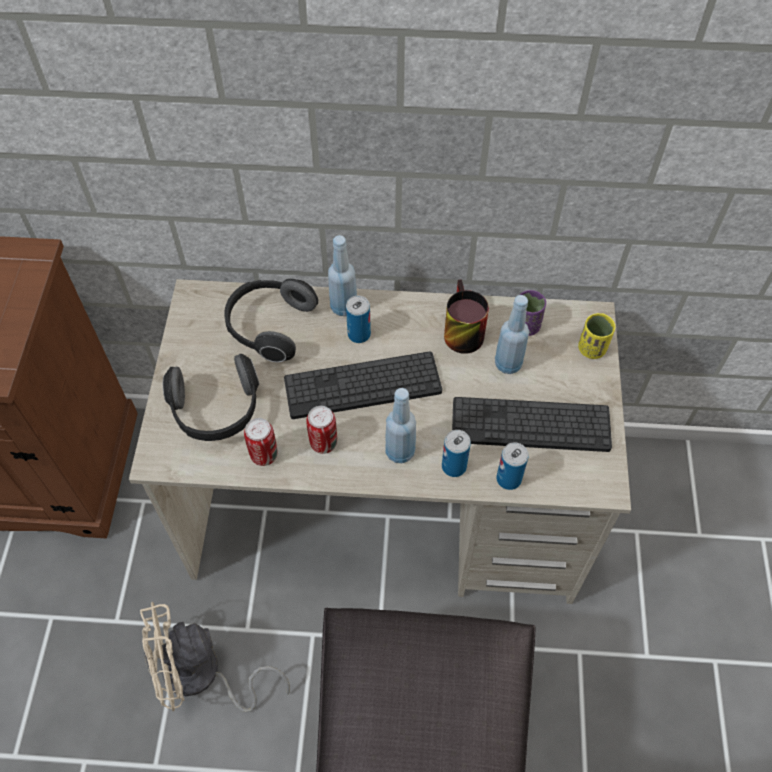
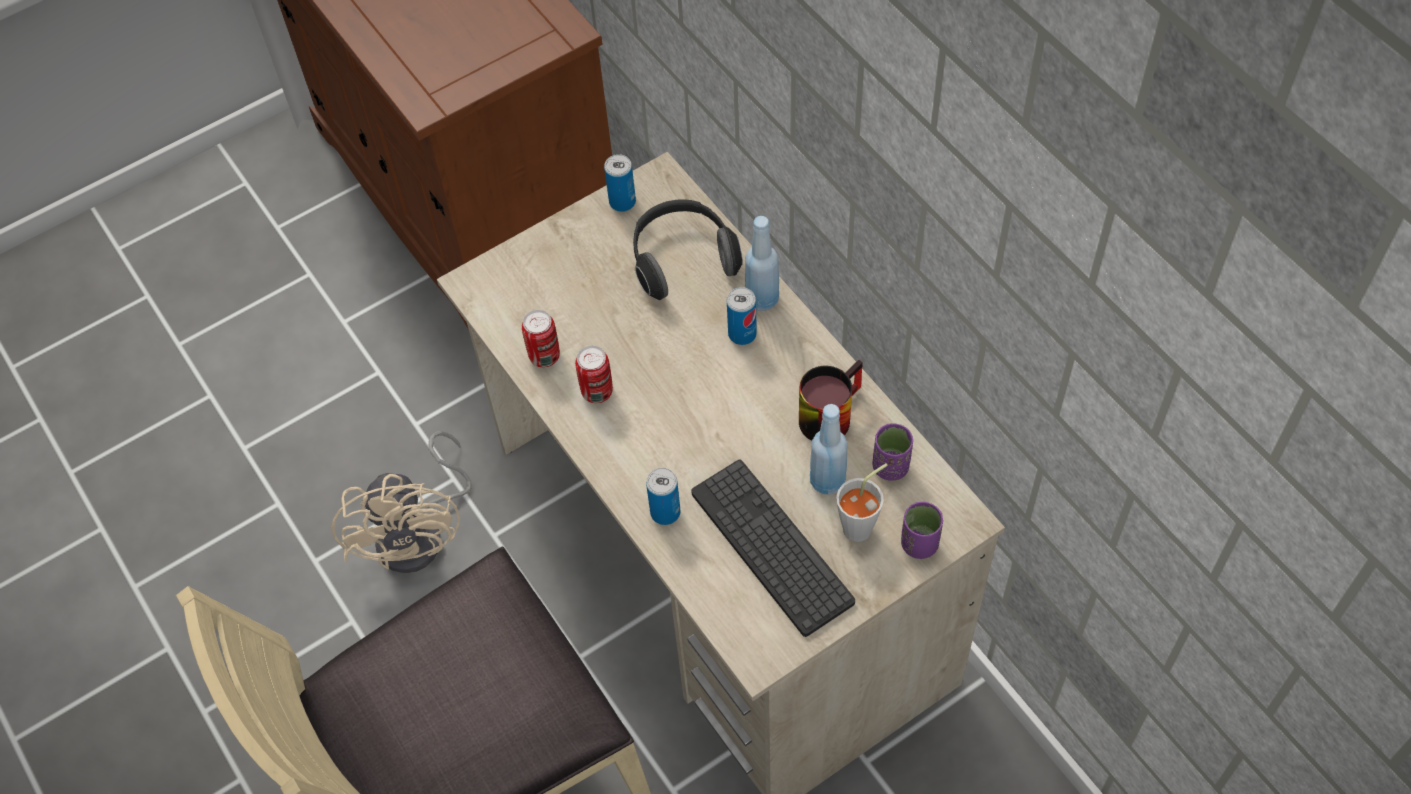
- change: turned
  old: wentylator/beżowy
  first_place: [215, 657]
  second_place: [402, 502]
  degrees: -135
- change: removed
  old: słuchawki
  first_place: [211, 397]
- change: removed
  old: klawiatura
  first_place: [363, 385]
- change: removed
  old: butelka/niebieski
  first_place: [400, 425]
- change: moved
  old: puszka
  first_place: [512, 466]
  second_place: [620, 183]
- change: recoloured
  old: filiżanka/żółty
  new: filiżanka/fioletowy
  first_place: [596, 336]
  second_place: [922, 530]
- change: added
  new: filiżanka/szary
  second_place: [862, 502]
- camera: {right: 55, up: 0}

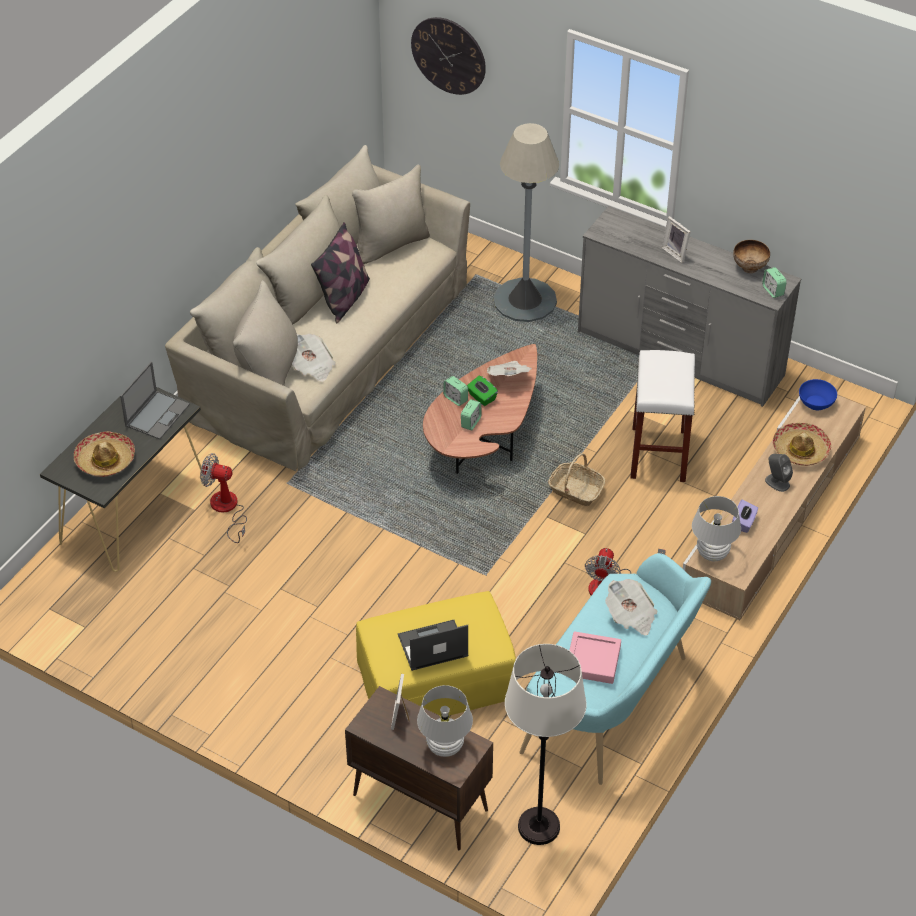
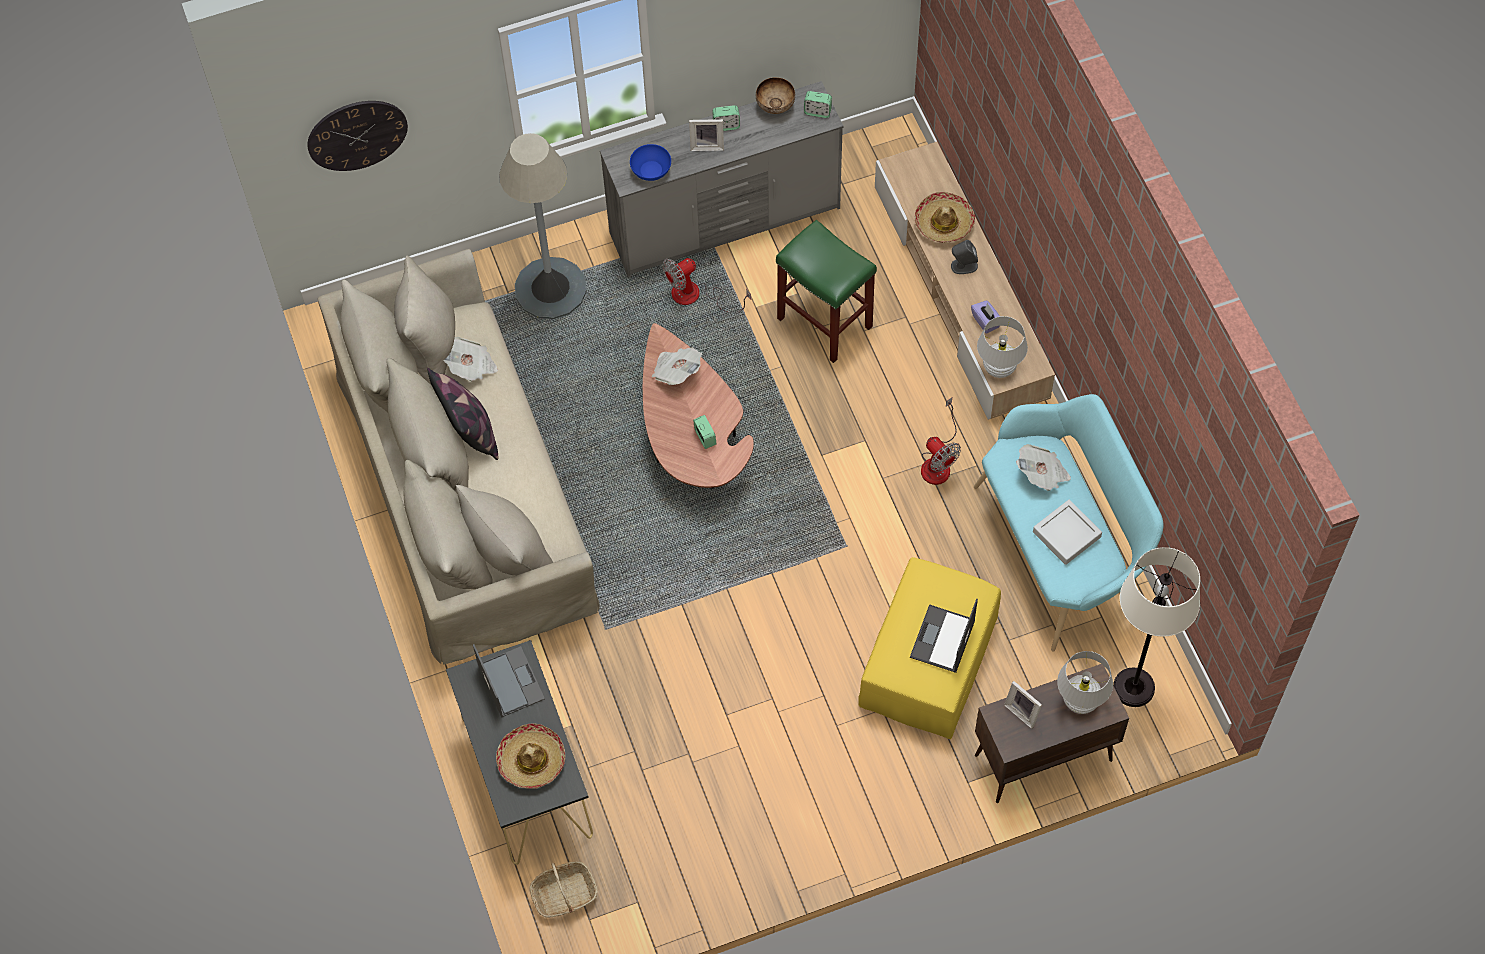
- change: moved
  old: wentylator
  first_place: [223, 498]
  second_place: [706, 285]
- change: moved
  old: gazeta
  first_place: [314, 358]
  second_place: [470, 358]
- change: moved
  old: budzik
  first_place: [455, 391]
  second_place: [726, 118]
- change: removed
  old: pudełko chusteczek/zielony
  first_place: [482, 391]
- change: moved
  old: koszyk
  first_place: [576, 479]
  second_place: [563, 889]
- change: recoloured
  old: taca/różowy
  new: taca/szary
  first_place: [595, 657]
  second_place: [1067, 532]
- change: recoloured
  old: stołek/biały
  new: stołek/zielony
  first_place: [662, 416]
  second_place: [826, 291]
- change: moved
  old: miska/niebieski
  first_place: [818, 394]
  second_place: [650, 162]
- camera: {right: -50, up: 15}

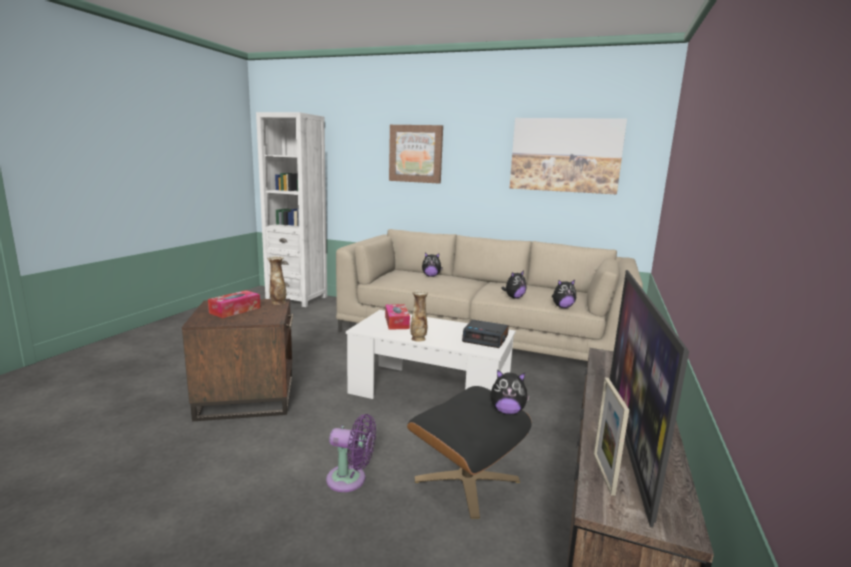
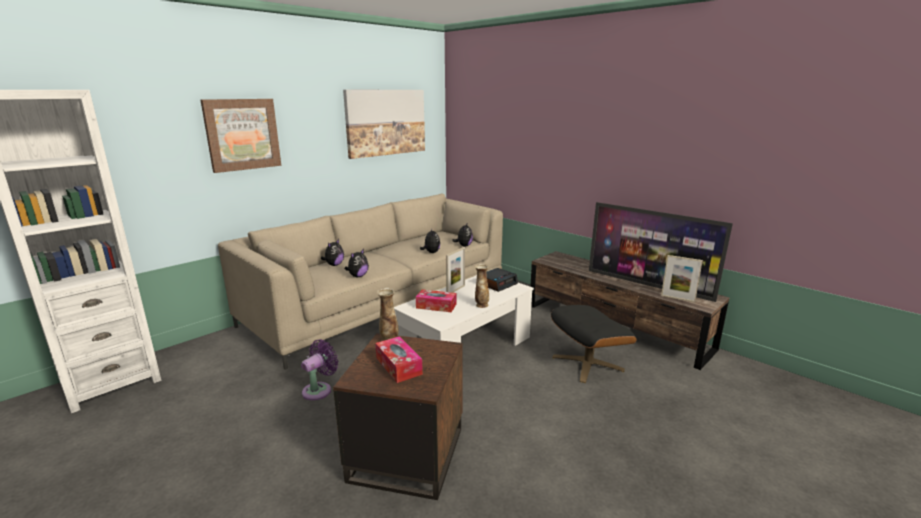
- change: moved
  old: wentylator/fioletowy
  first_place: [351, 453]
  second_place: [319, 370]
- change: moved
  old: pluszak
  first_place: [510, 392]
  second_place: [357, 263]
- change: added
  new: ramka na zdjęcie
  second_place: [455, 270]
- camera: {right: -65, up: 5}

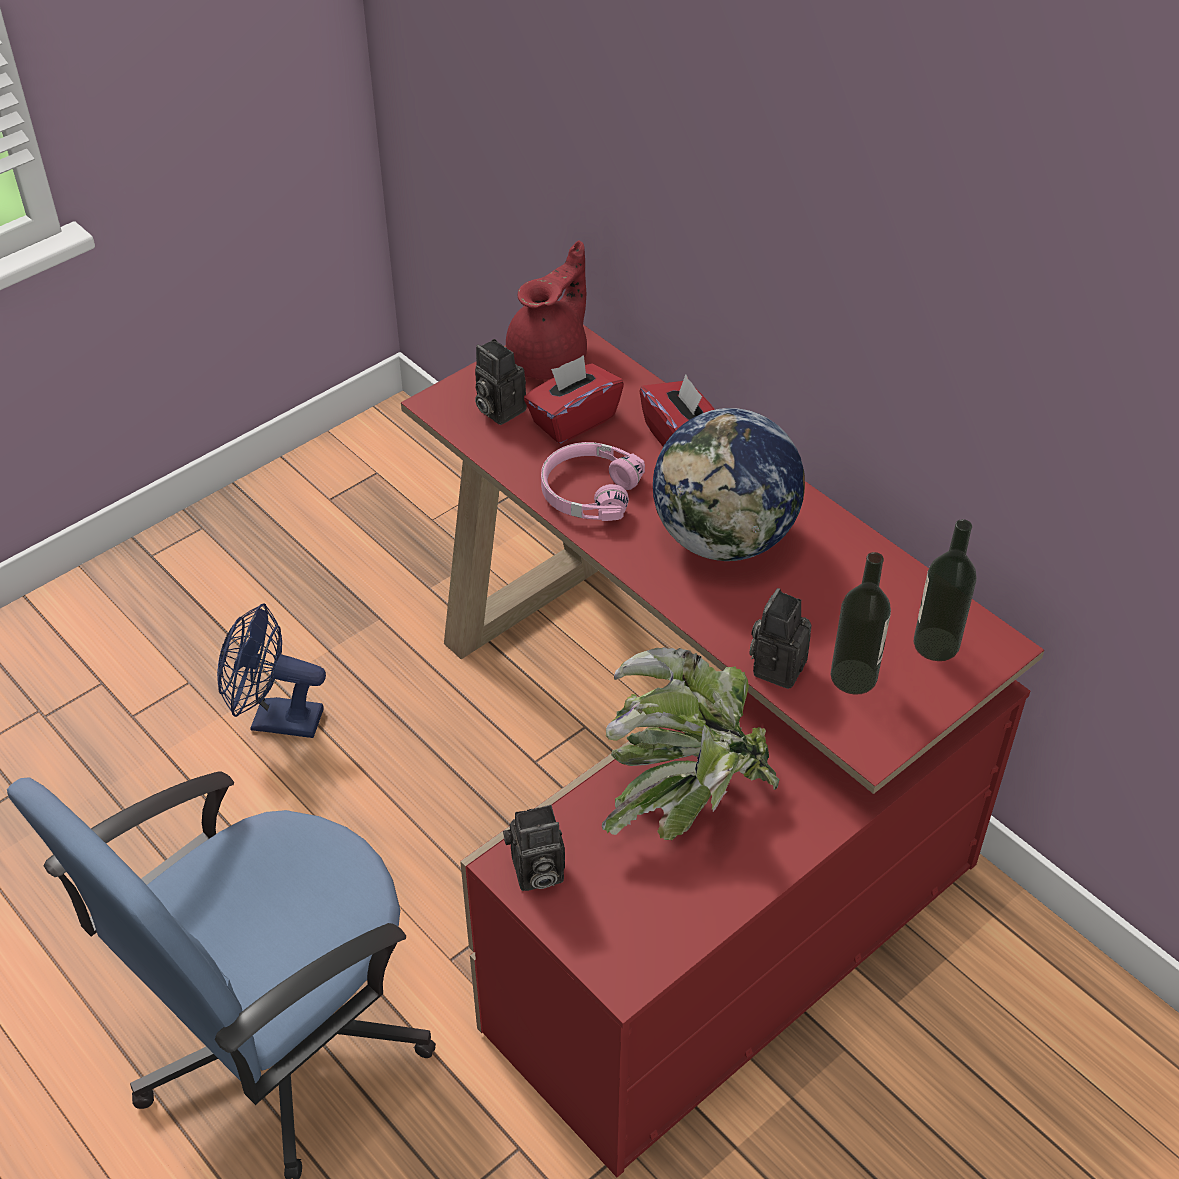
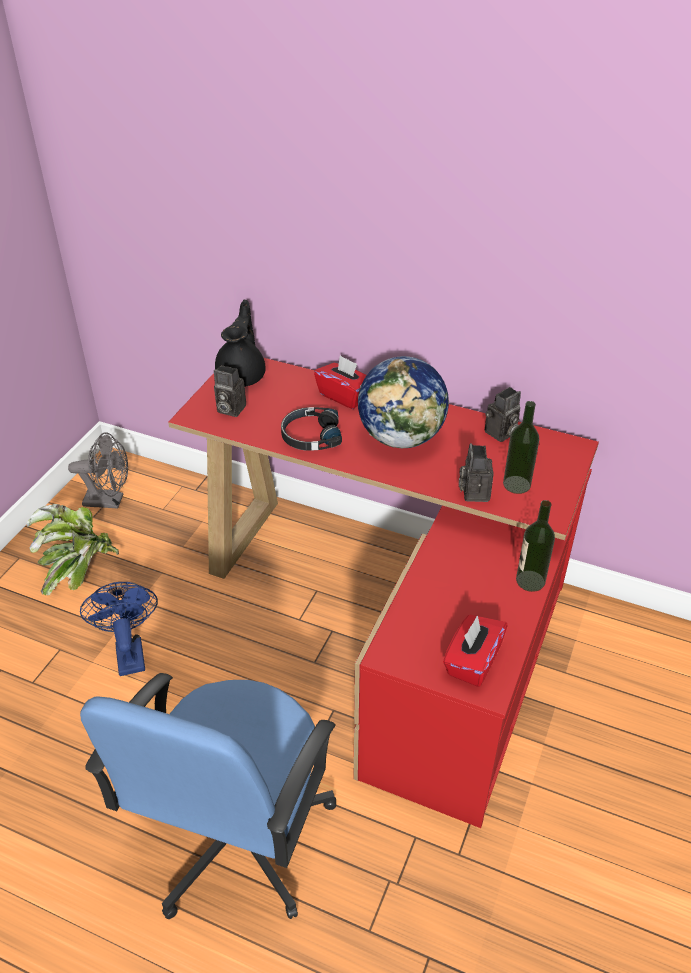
- change: turned
  old: wentylator/niebieski
  first_place: [271, 671]
  second_place: [119, 629]
  degrees: 90
- change: moved
  old: aparat fotograficzny
  first_place: [534, 848]
  second_place: [503, 414]
- change: recoloured
  old: imbryk/czerwony
  new: imbryk/czarny
  first_place: [546, 309]
  second_place: [240, 343]
- change: moved
  old: pudełko chusteczek/czerwony
  first_place: [574, 399]
  second_place: [475, 651]
- change: recoloured
  old: słuchawki/różowy
  new: słuchawki/czarny
  first_place: [593, 481]
  second_place: [311, 429]
- change: moved
  old: roślina doniczkowa
  first_place: [691, 743]
  second_place: [73, 549]
- change: moved
  old: butelka
  first_place: [945, 590]
  second_place: [535, 546]
- change: added
  new: wentylator/szary
  second_place: [98, 470]
- camera: {right: -25, up: -5}

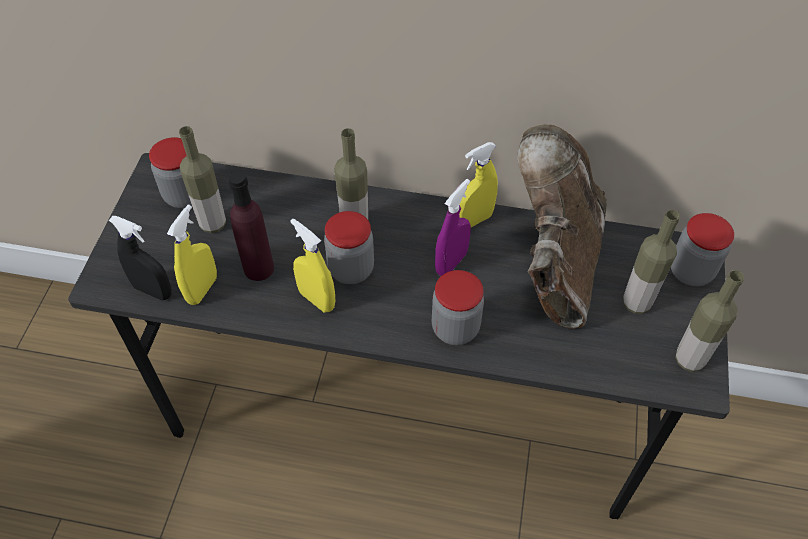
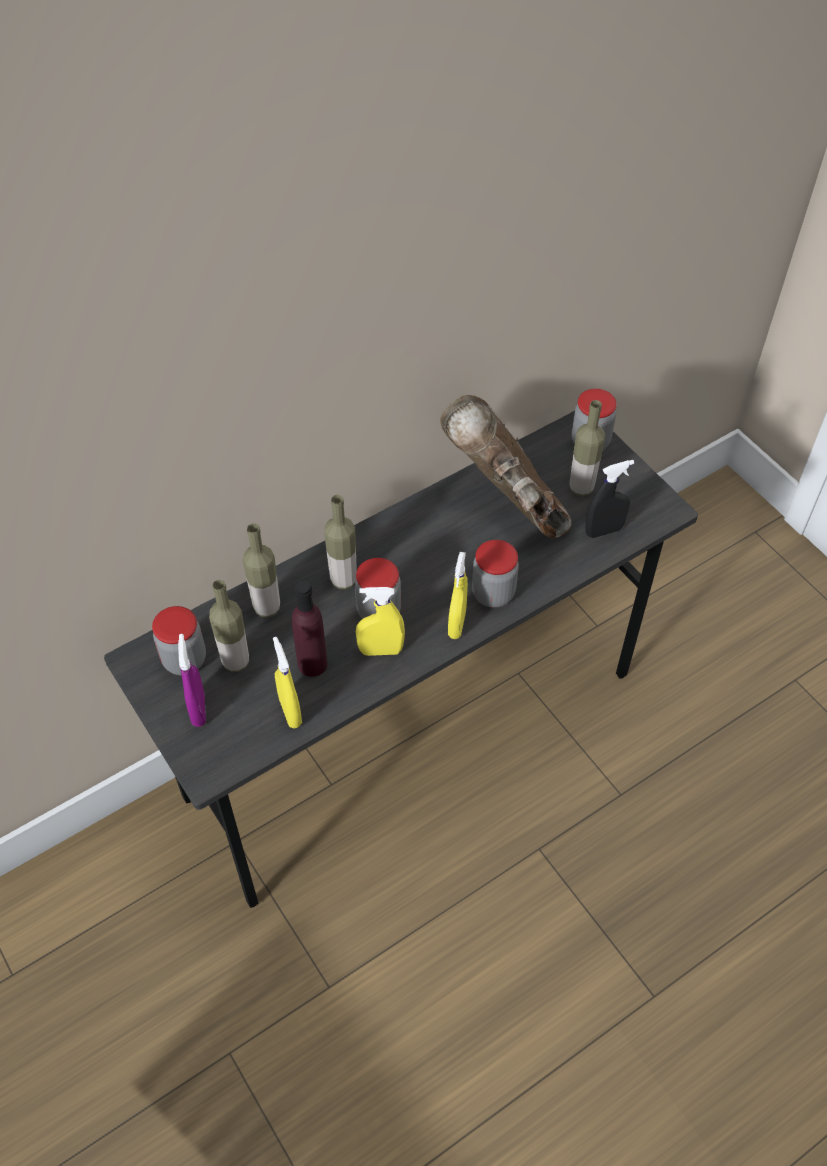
- change: moved
  old: spryskiwacz/czarny
  first_place: [140, 258]
  second_place: [609, 499]
- change: moved
  old: spryskiwacz/fioletowy
  first_place: [453, 227]
  second_place: [192, 680]
- change: moved
  old: spryskiwacz/żółty
  first_place: [478, 184]
  second_place: [458, 595]
- change: moved
  old: butelka
  first_place: [710, 321]
  second_place: [261, 570]
- camera: {right: -45, up: 0}

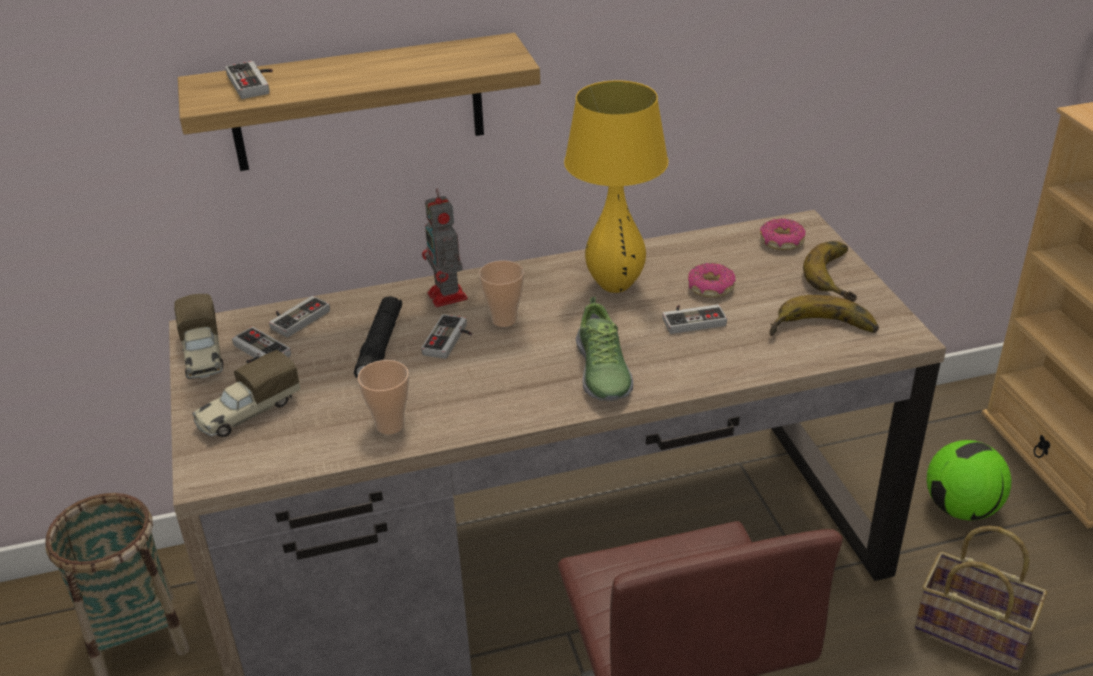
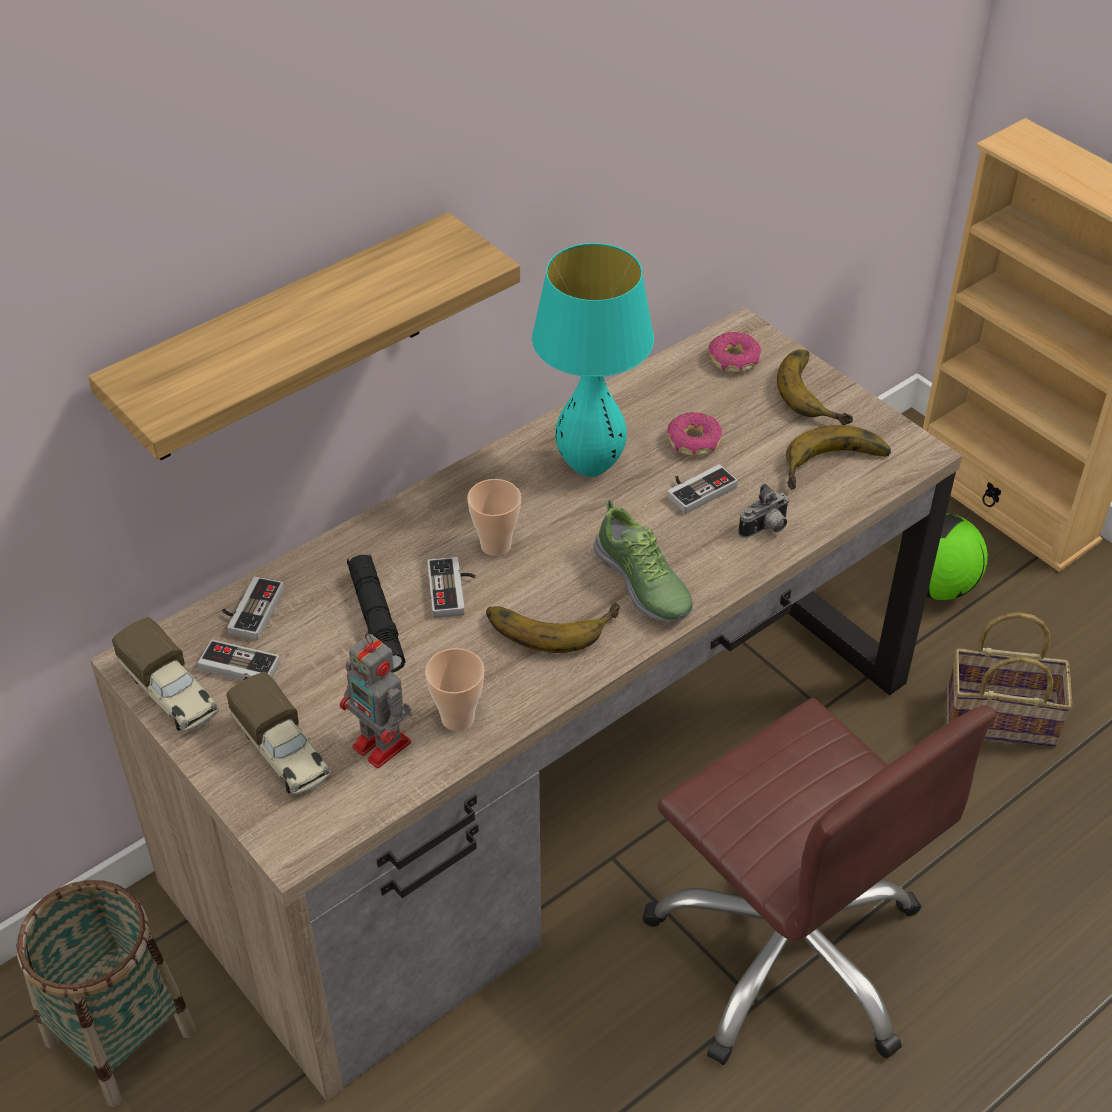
- change: turned
  old: ciężarówka zabawkowa
  first_place: [246, 393]
  second_place: [278, 733]
  degrees: -60
- change: removed
  old: pad do gier
  first_place: [249, 80]
- change: moved
  old: robot zabawkowy
  first_place: [445, 247]
  second_place: [376, 701]
- change: recoloured
  old: lampa stołowa/żółty
  new: lampa stołowa/turkusowy
  first_place: [616, 186]
  second_place: [593, 360]
- change: added
  new: banan
  second_place: [553, 628]
- change: added
  new: aparat fotograficzny
  second_place: [763, 510]
- camera: {right: -25, up: 10}

